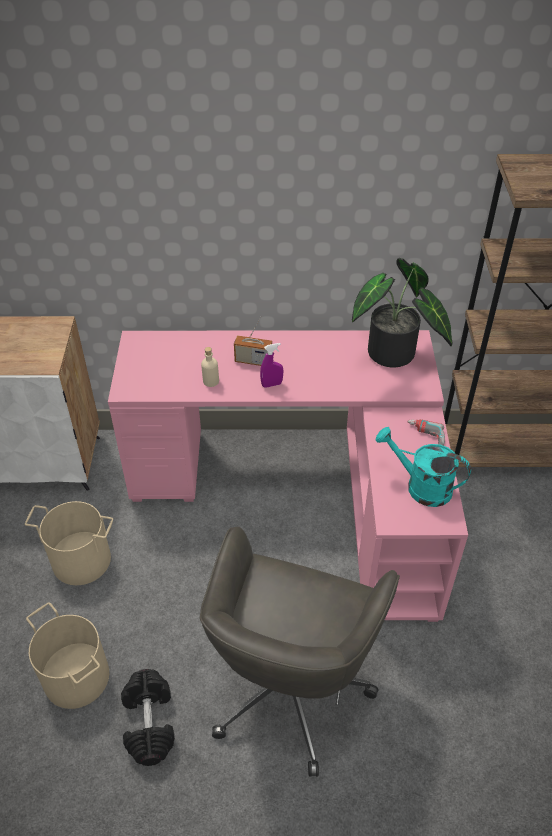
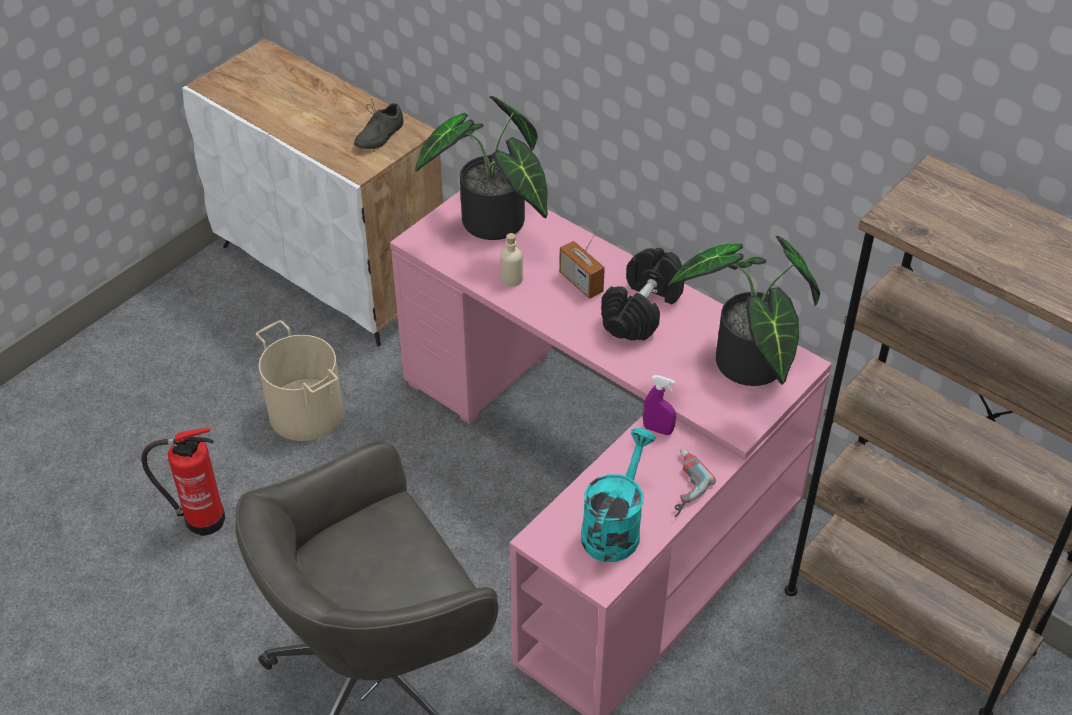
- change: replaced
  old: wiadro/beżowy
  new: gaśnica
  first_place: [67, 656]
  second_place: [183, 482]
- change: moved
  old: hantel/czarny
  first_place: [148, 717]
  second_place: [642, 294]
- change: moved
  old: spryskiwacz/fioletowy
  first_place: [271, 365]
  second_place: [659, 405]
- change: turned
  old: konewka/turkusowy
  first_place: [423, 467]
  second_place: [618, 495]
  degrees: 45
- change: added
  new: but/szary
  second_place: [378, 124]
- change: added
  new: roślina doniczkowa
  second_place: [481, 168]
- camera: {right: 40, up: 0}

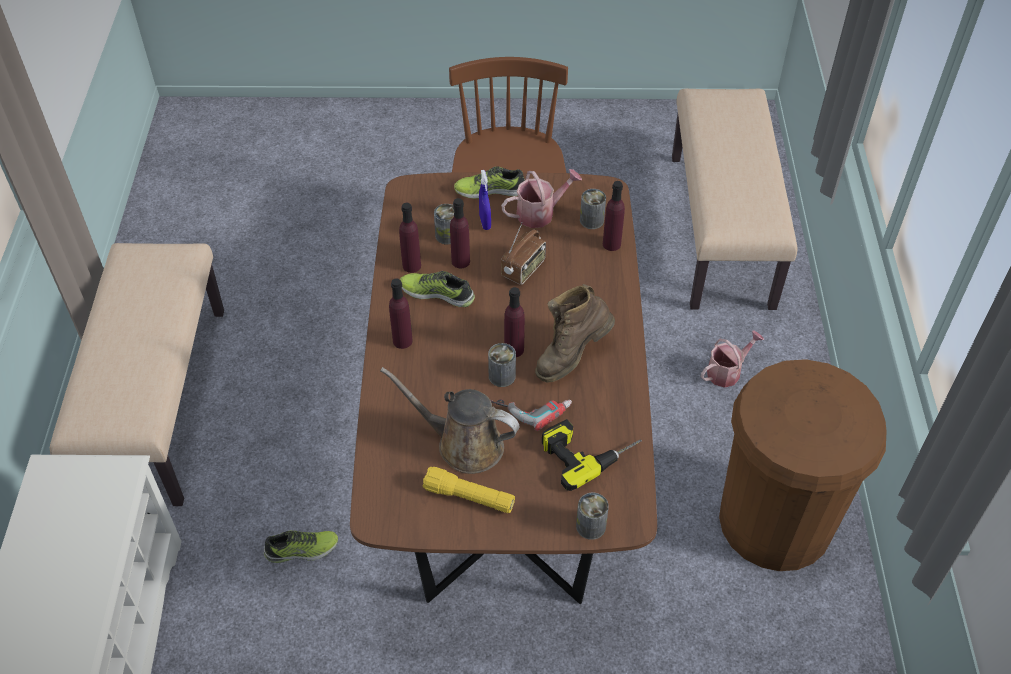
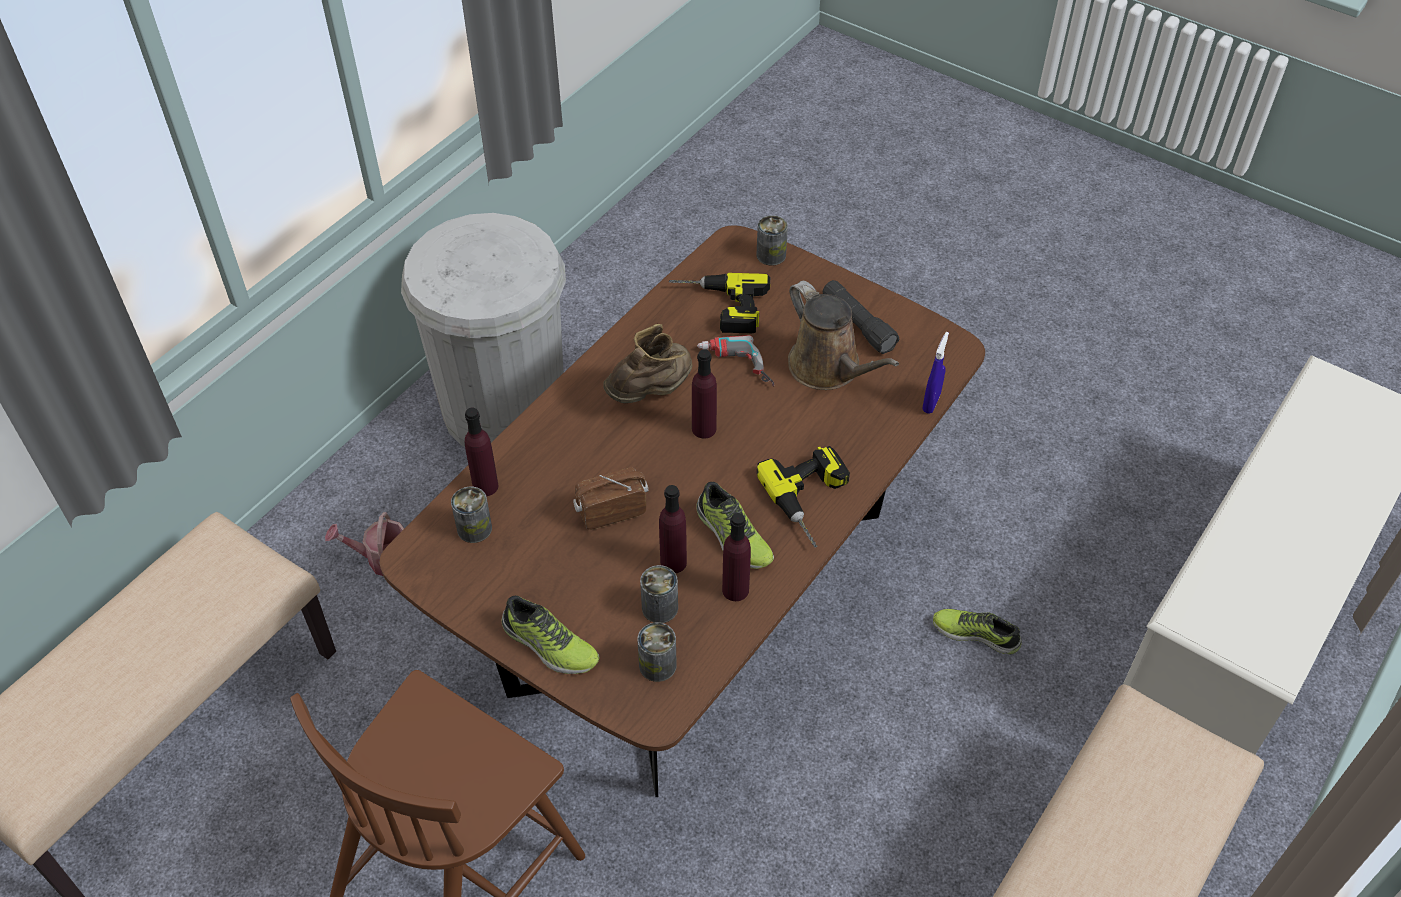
- change: replaced
  old: butelka/fioletowy
  new: wiertarka
  first_place: [401, 313]
  second_place: [803, 496]
- change: recoloured
  old: latarka/żółty
  new: latarka/czarny
  first_place: [469, 490]
  second_place: [861, 317]
- change: moved
  old: spryskiwacz/niebieski
  first_place: [485, 200]
  second_place: [935, 373]
- change: moved
  old: puszka
  first_place: [502, 365]
  second_place: [657, 652]
- change: removed
  old: konewka
  first_place: [541, 198]
- change: turned
  old: but z cholewką/brązowy
  first_place: [575, 333]
  second_place: [647, 363]
  degrees: -45
- change: recoloured
  old: kosz na śmieci/brązowy
  new: kosz na śmieci/biały
  first_place: [802, 465]
  second_place: [483, 330]
- camera: {right: -145, up: 0}

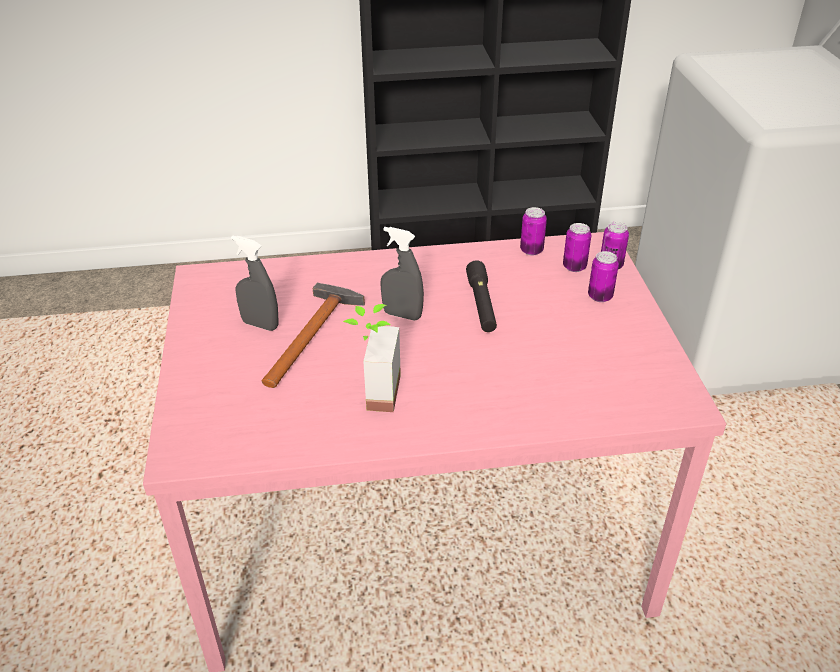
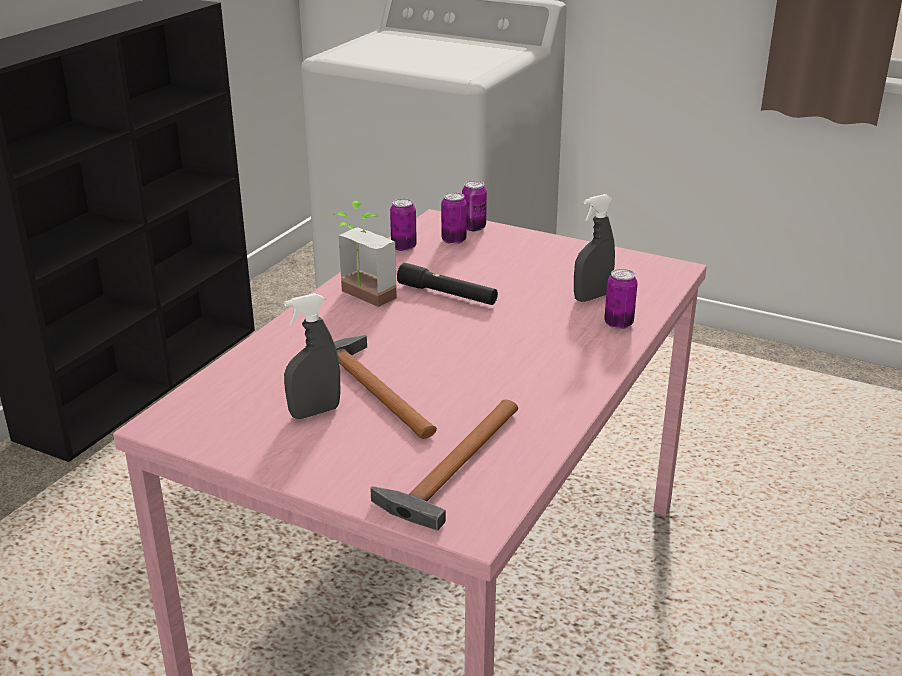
- change: moved
  old: roślina doniczkowa
  first_place: [372, 358]
  second_place: [366, 254]
- change: moved
  old: spryskiwacz/szary
  first_place: [402, 274]
  second_place: [594, 248]
- change: moved
  old: puszka
  first_place: [603, 276]
  second_place: [621, 299]
- change: added
  new: młotek
  second_place: [444, 465]
- camera: {right: -55, up: -10}

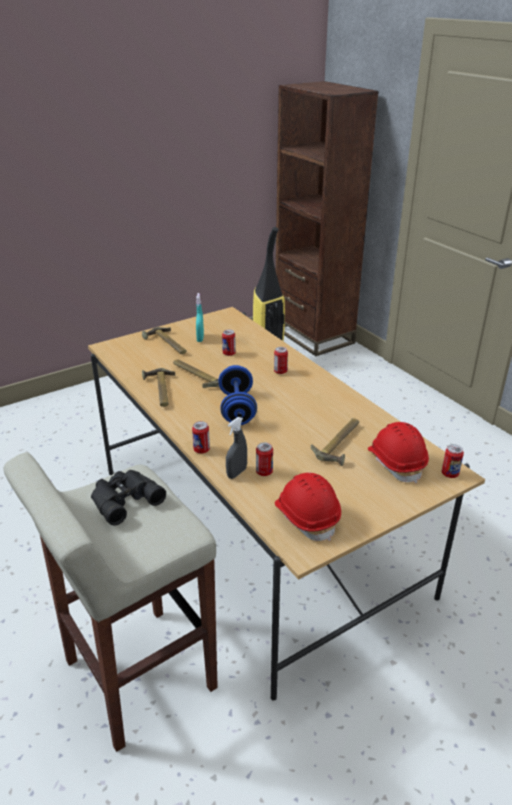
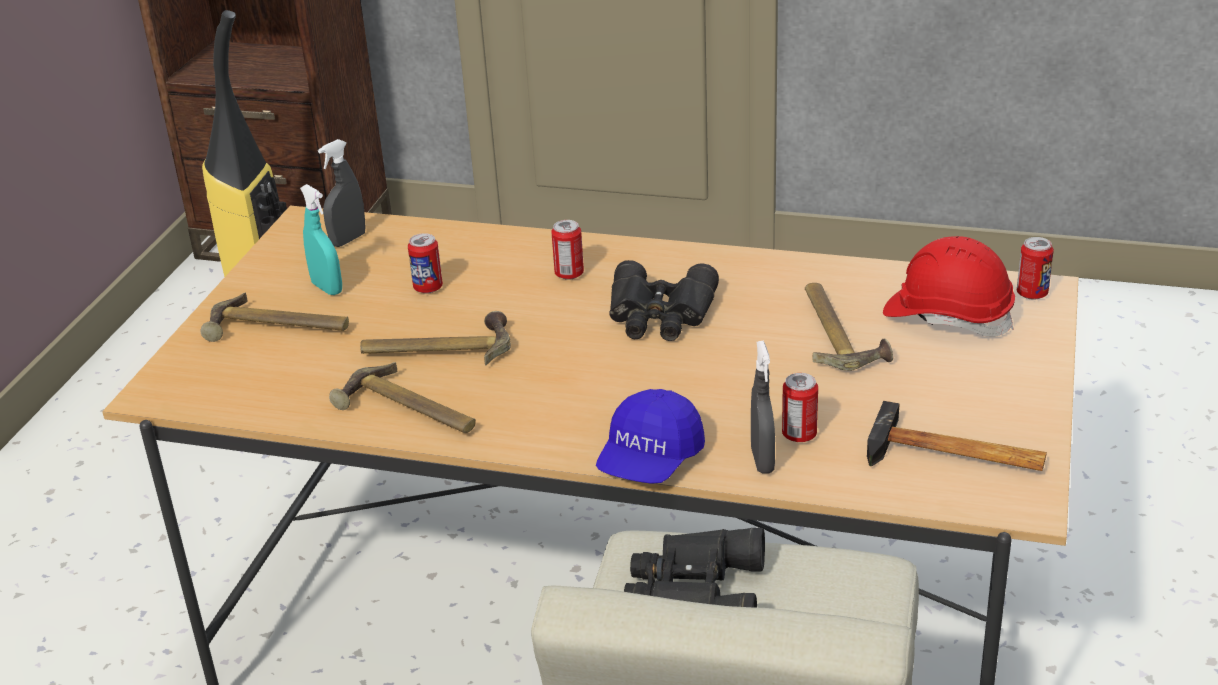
- change: replaced
  old: puszka
  new: czapka z daszkiem/niebieski
  first_place: [201, 437]
  second_place: [650, 436]
- change: removed
  old: hantel/niebieski
  first_place: [237, 395]
- change: replaced
  old: kask/czerwony
  new: młotek
  first_place: [308, 507]
  second_place: [957, 436]
- change: added
  new: spryskiwacz/szary
  second_place: [341, 193]
- change: added
  new: lornetka/czarny
  second_place: [664, 300]
- camera: {right: -40, up: 0}

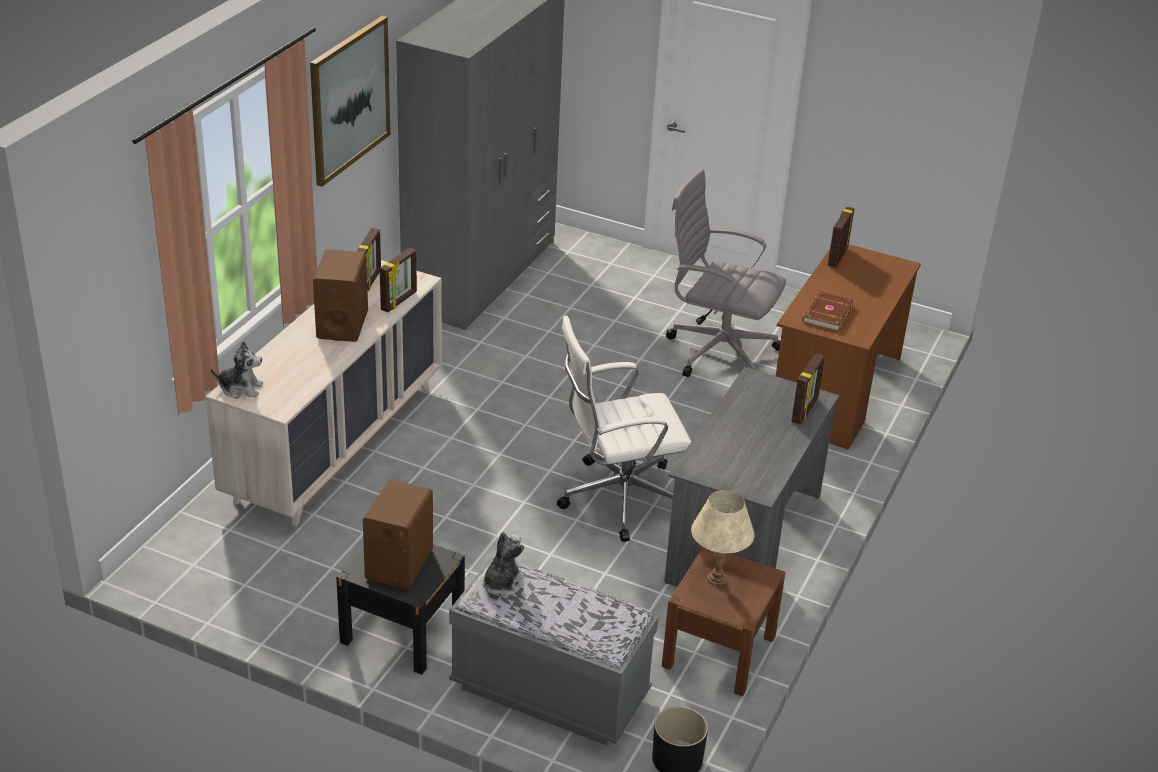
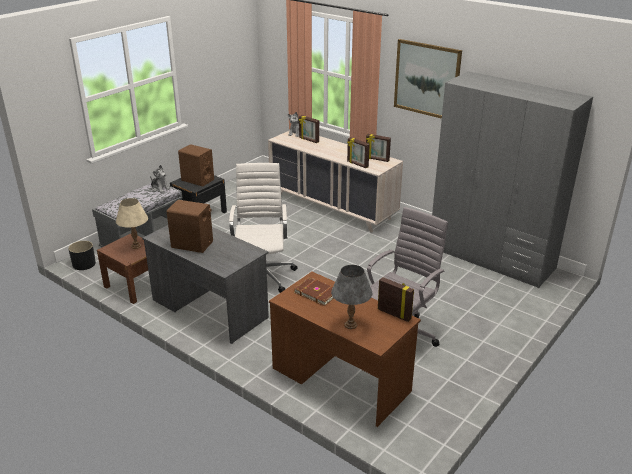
- change: moved
  old: głośnik/brązowy
  first_place: [340, 295]
  second_place: [190, 226]
- change: moved
  old: ramka na zdjęcie
  first_place: [808, 389]
  second_place: [309, 129]
- change: added
  new: lampa stołowa/szary
  second_place: [352, 297]
- camera: {right: 105, up: -5}

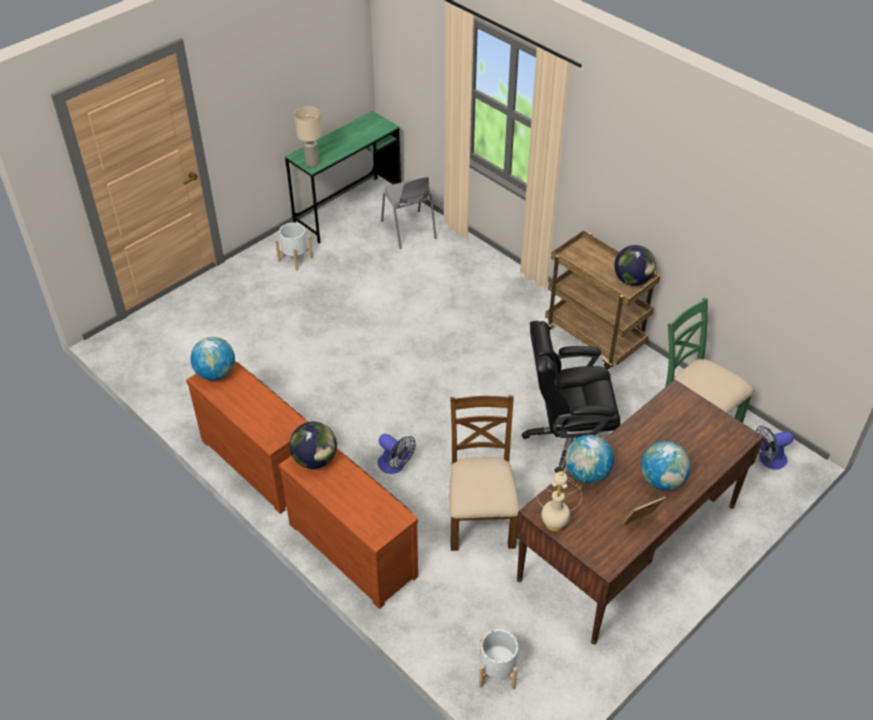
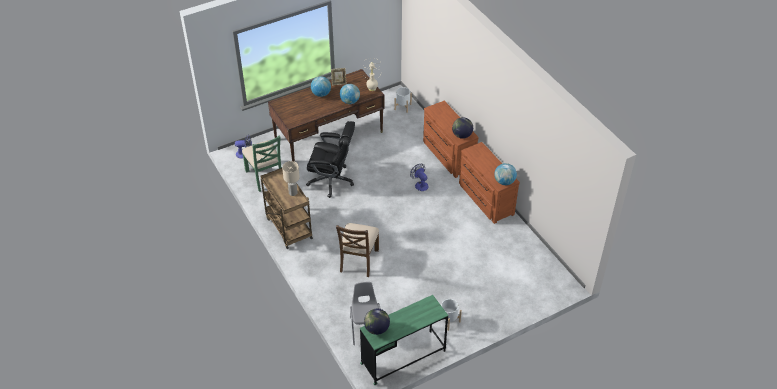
- change: moved
  old: lampa stołowa/beżowy
  first_place: [308, 136]
  second_place: [291, 178]
- change: moved
  old: krzesło/brązowy
  first_place: [484, 473]
  second_place: [357, 250]
- change: moved
  old: globus
  first_place: [635, 265]
  second_place: [377, 322]
- camera: {right: -165, up: 0}

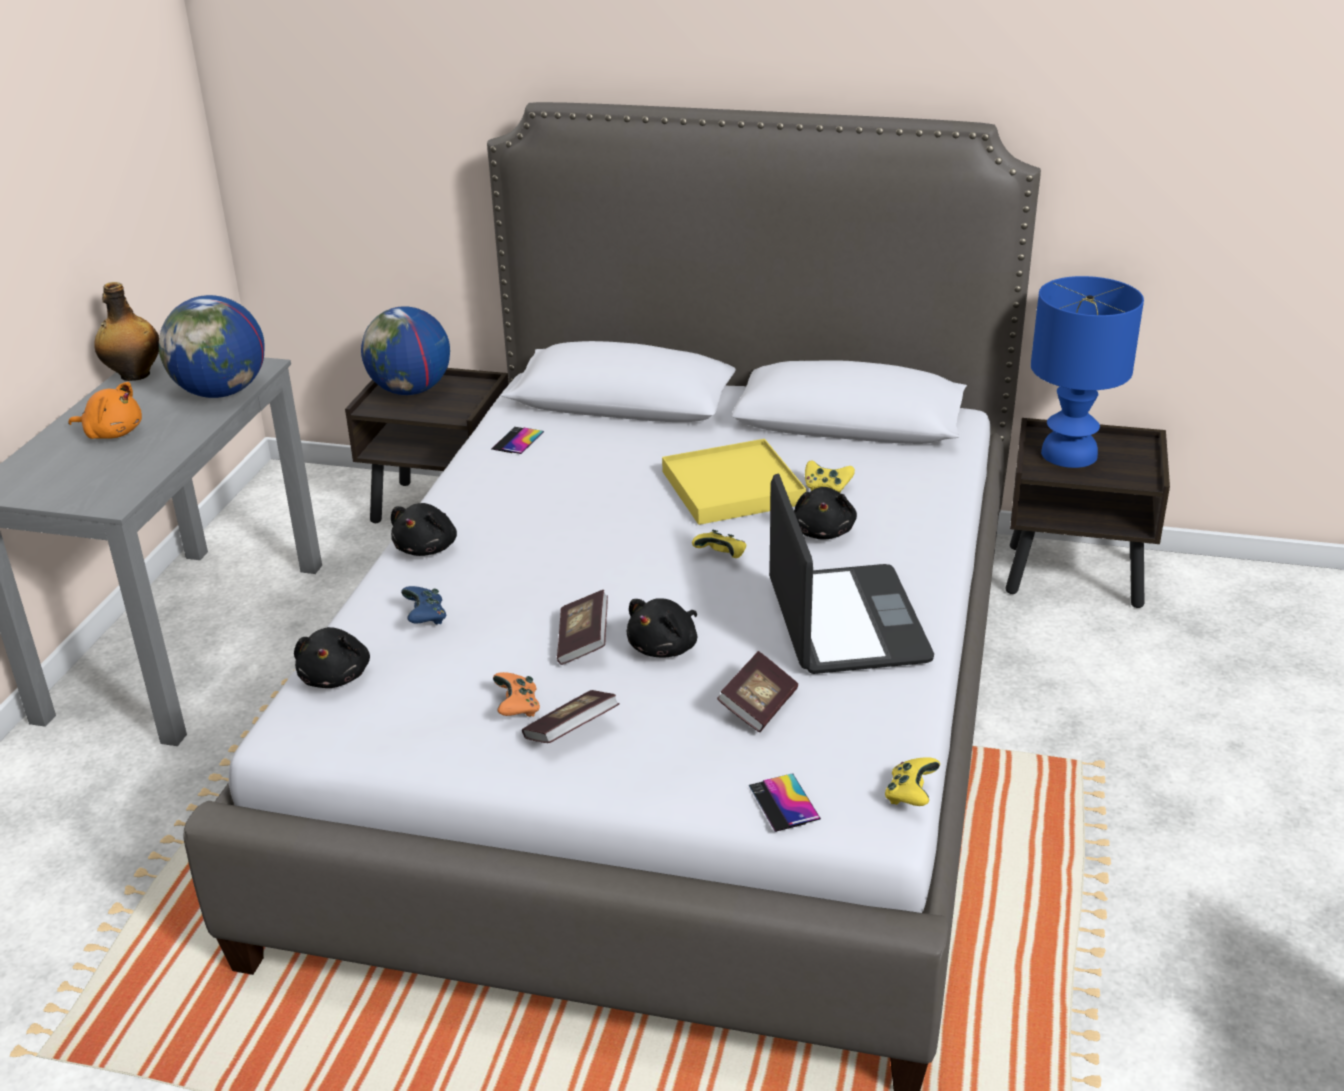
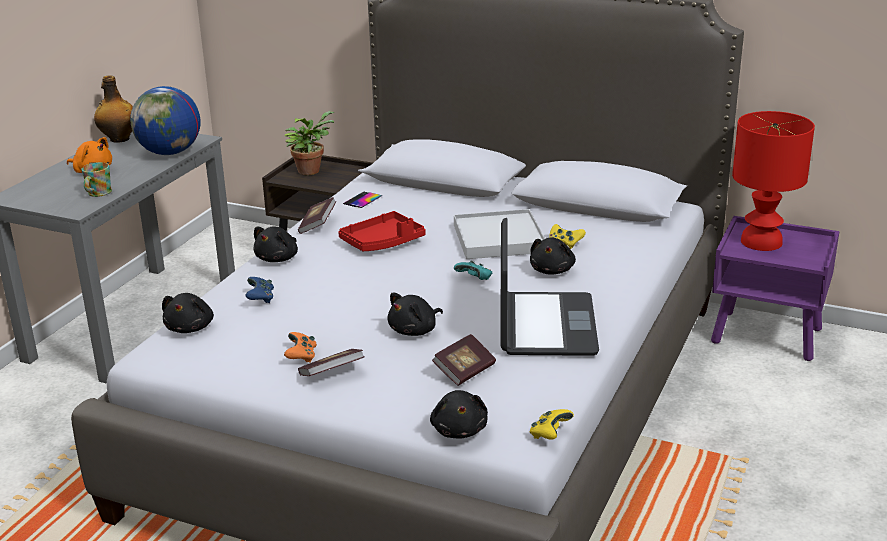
- change: replaced
  old: globus
  new: roślina doniczkowa
  first_place: [405, 350]
  second_place: [309, 143]
- change: moved
  old: książka
  first_place: [582, 627]
  second_place: [317, 215]
- change: recoloured
  old: taca/żółty
  new: taca/biały
  first_place: [734, 482]
  second_place: [499, 234]
- change: recoloured
  old: pad do gier/żółty
  new: pad do gier/turkusowy
  first_place: [719, 544]
  second_place: [473, 270]
- change: replaced
  old: telefon
  new: pluszak/czarny
  first_place: [785, 802]
  second_place: [459, 414]
- change: recoloured
  old: szafka nocna/brązowy
  new: szafka nocna/fioletowy
  first_place: [1087, 513]
  second_place: [775, 288]
- change: recoloured
  old: lampa stołowa/niebieski
  new: lampa stołowa/czerwony
  first_place: [1087, 372]
  second_place: [773, 181]
- change: added
  new: kubek
  second_place: [96, 179]
- change: added
  new: taca/czerwony
  second_place: [381, 231]
- camera: {right: 10, up: -5}

